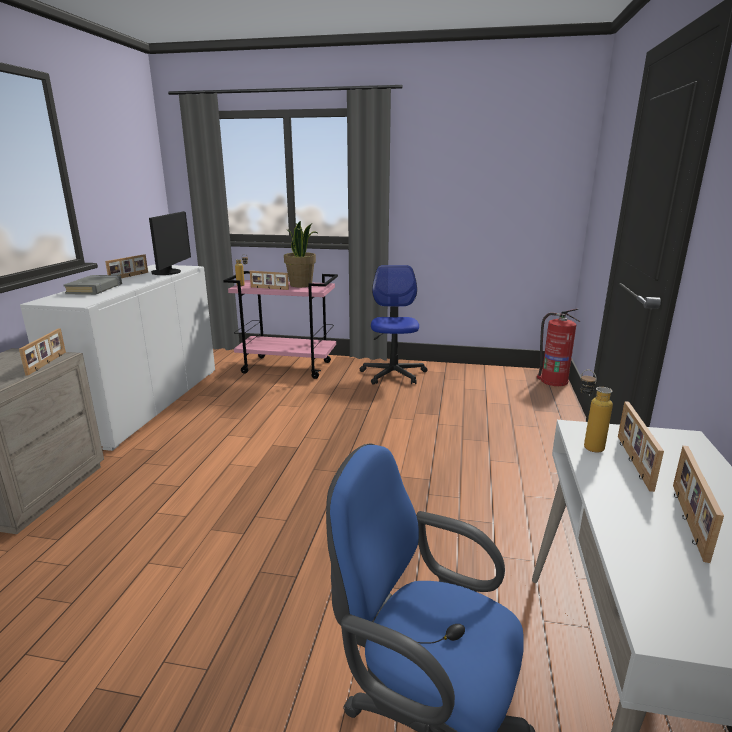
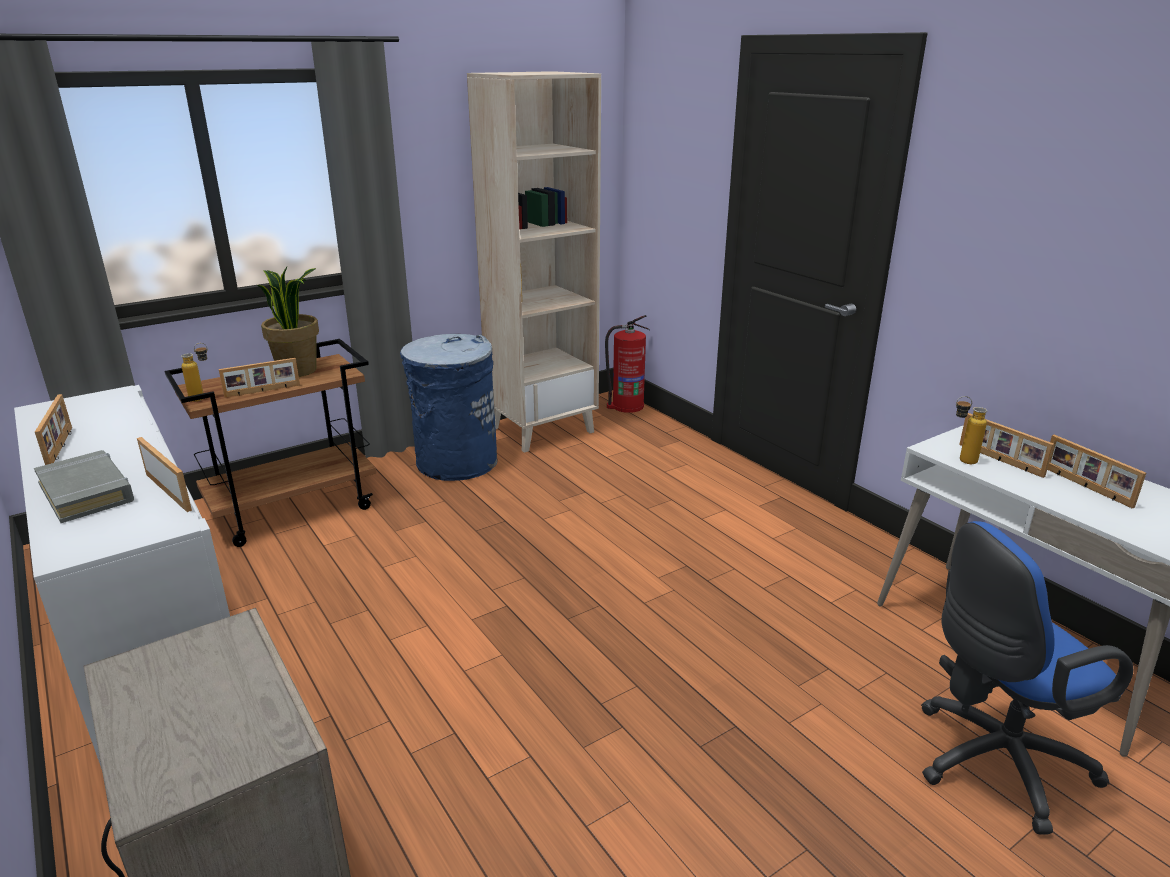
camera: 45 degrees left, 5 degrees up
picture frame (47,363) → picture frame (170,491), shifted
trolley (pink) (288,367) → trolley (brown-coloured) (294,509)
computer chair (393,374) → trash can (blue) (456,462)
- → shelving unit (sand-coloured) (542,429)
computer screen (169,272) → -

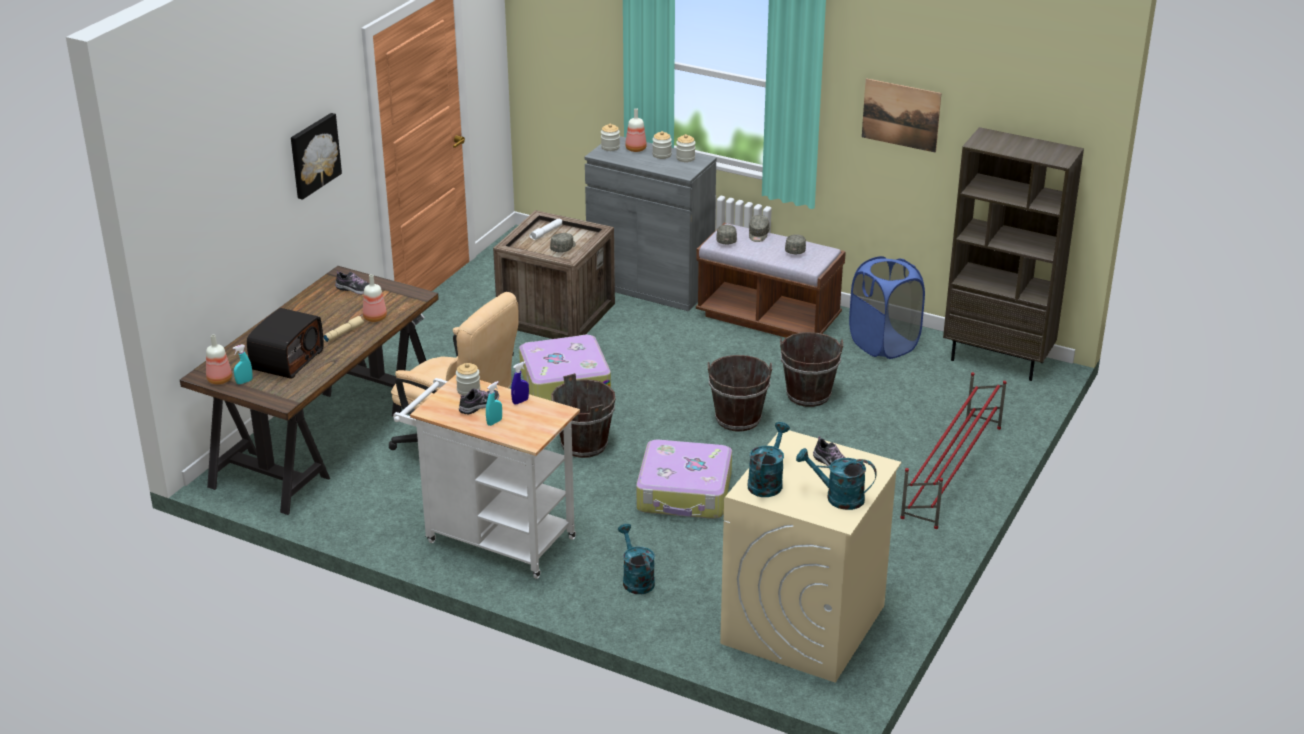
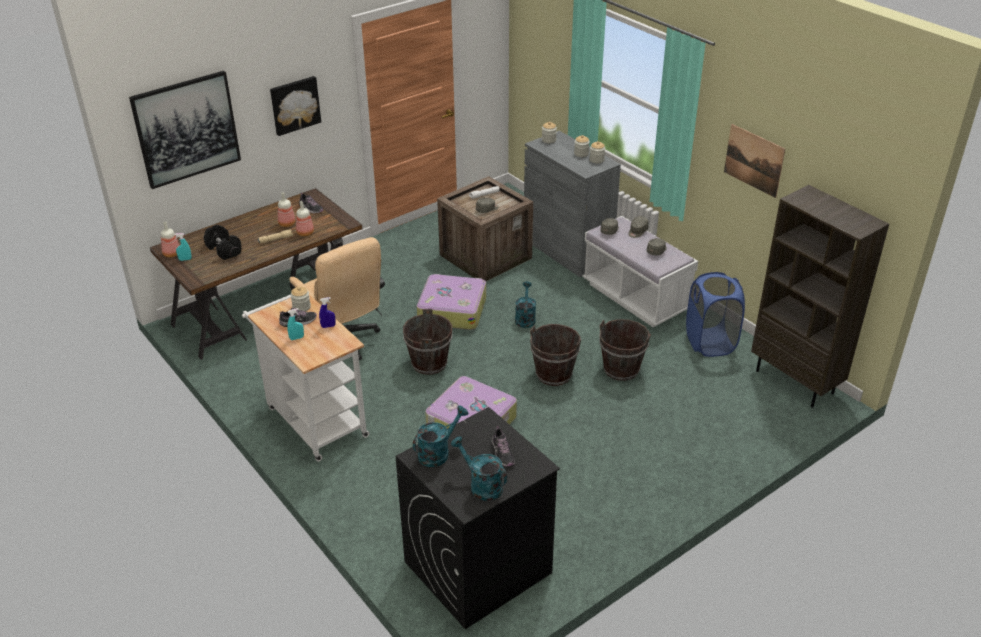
camera: 25 degrees right, 5 degrees up
- → wall art (186,129)
radio (287,360) → hand weight (black) (224,250)
drink bottle (635,149) → drink bottle (286,224), shifted
washing machine (sand-coloured) (803,625) → washing machine (black) (477,568)
watering pot (blue-green) (636,579) → watering pot (blue-green) (525,318), shifted
long seat (brown-coloured) (768,318) → long seat (white) (635,297)
shoe shelf (red-coloured) (951,472) → -

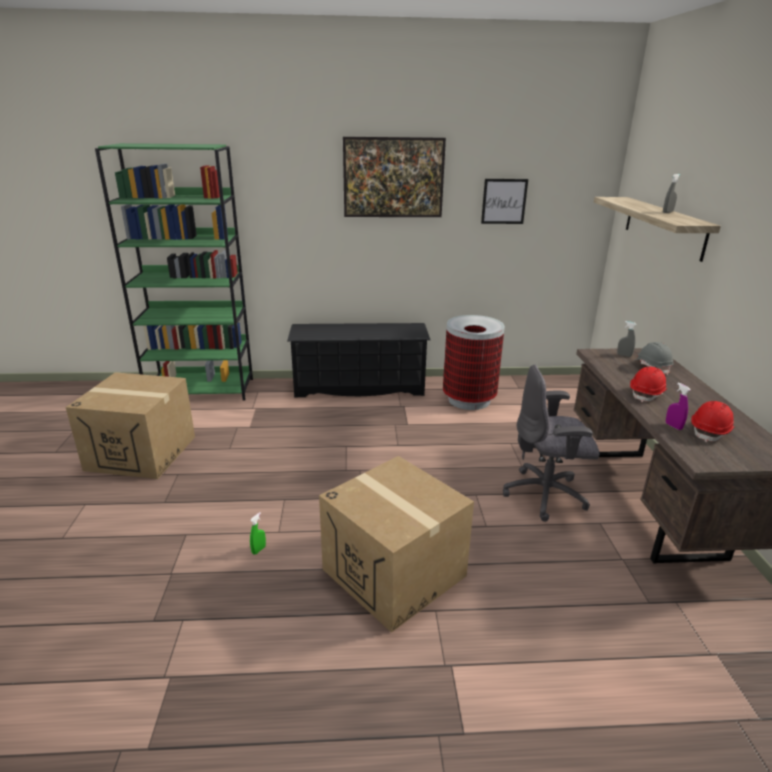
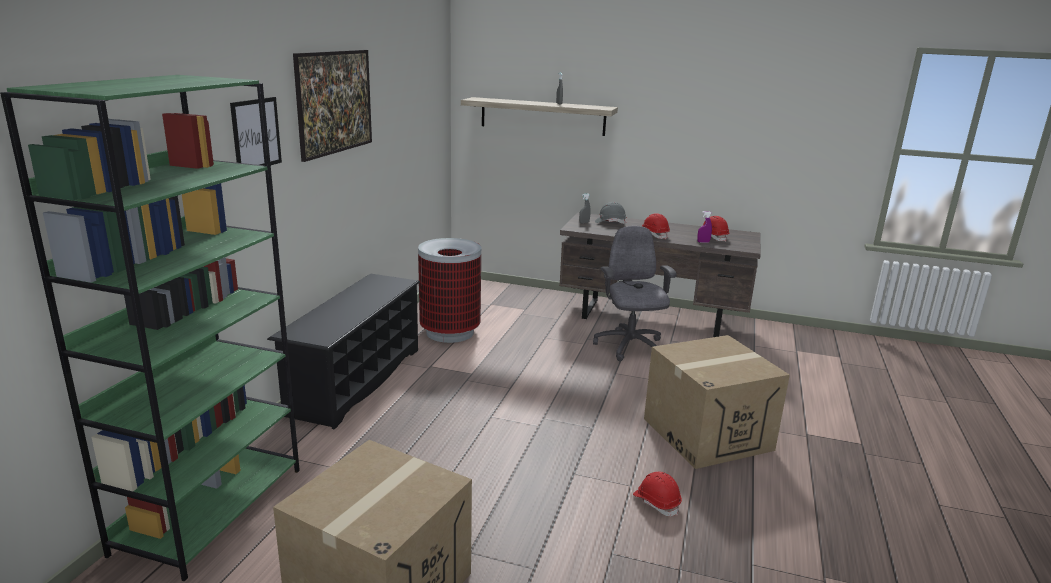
camera: 70 degrees left, 5 degrees down
wall art (504,201) → wall art (256,134), shifted
computer chair (grey) (546,495) → computer chair (grey) (629,347), 150 degrees clockwise
hand sprayer (green) (259,550) → hard hat (red-coloured) (656,502)

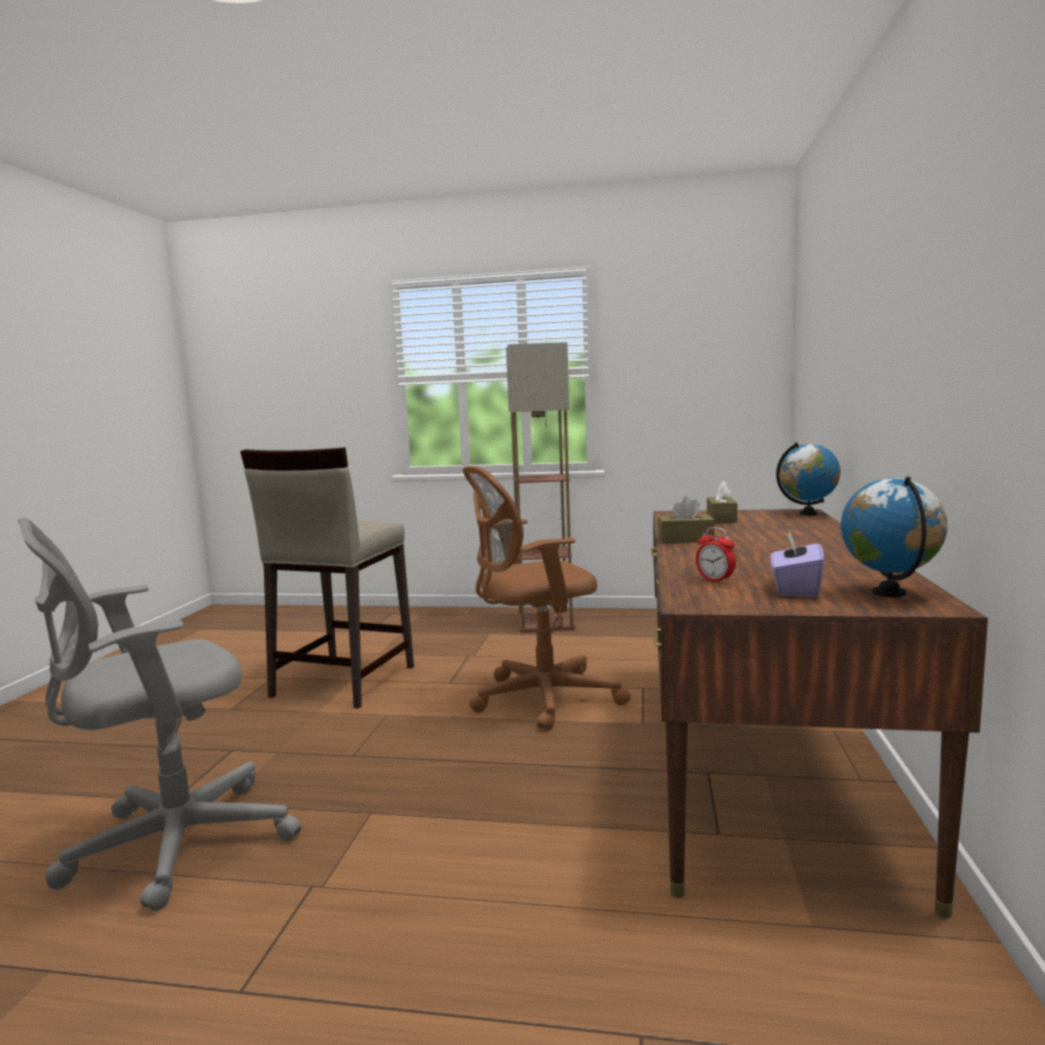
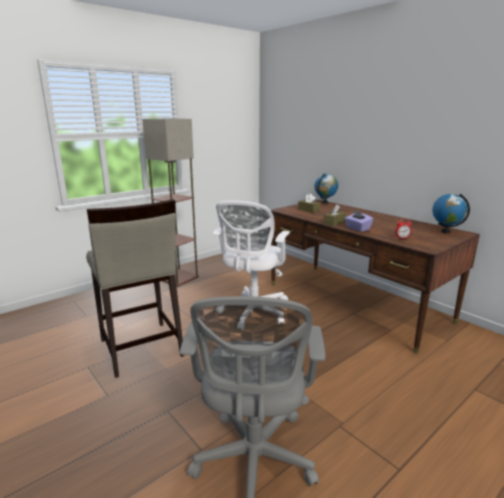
camera: 50 degrees left, 10 degrees up
computer chair (brown-coloured) (539,699) → computer chair (white) (252,313)
tissue box (purplish) (795,589) → tissue box (purplish) (357,229), shifted

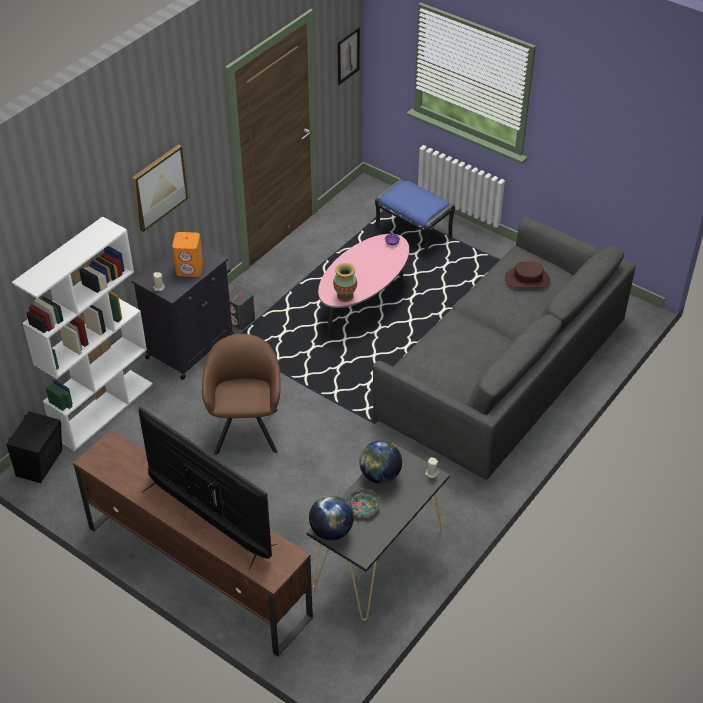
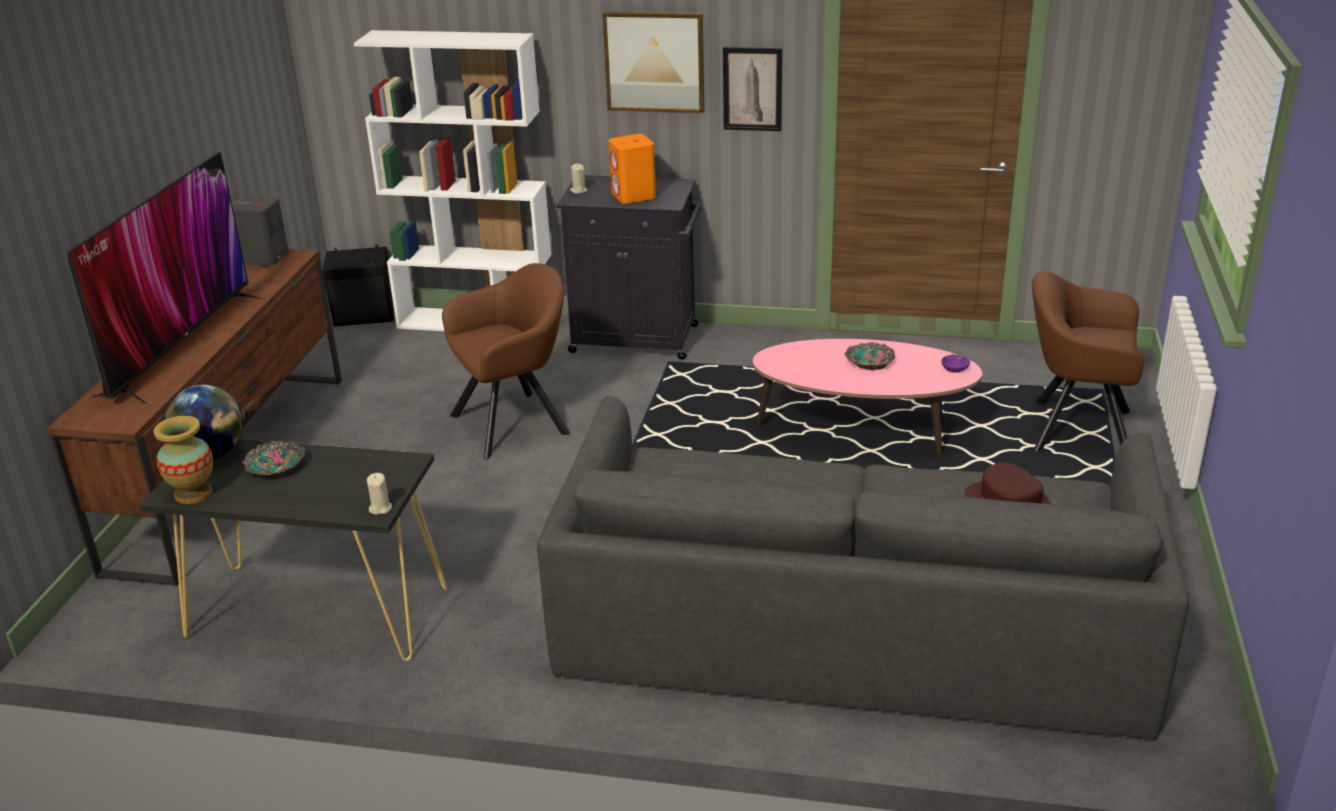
camera: 65 degrees right, 15 degrees down
vase (345,296) → vase (193,494), shifted
audio speaker (grey) (241,320) → audio speaker (grey) (264,258), shifted
wall art (348,56) → wall art (752,89), shifted
- → serving bowl (869,361)
ottoman (blue) (412,233) → armchair (brown-coloured) (1074,429)
world globe (380,475) → -

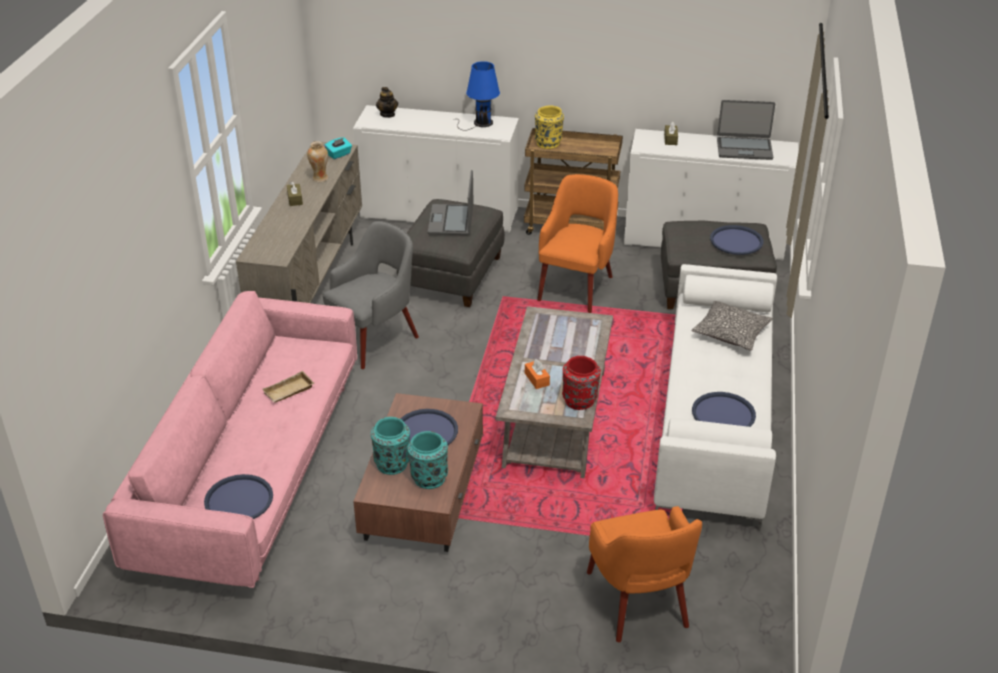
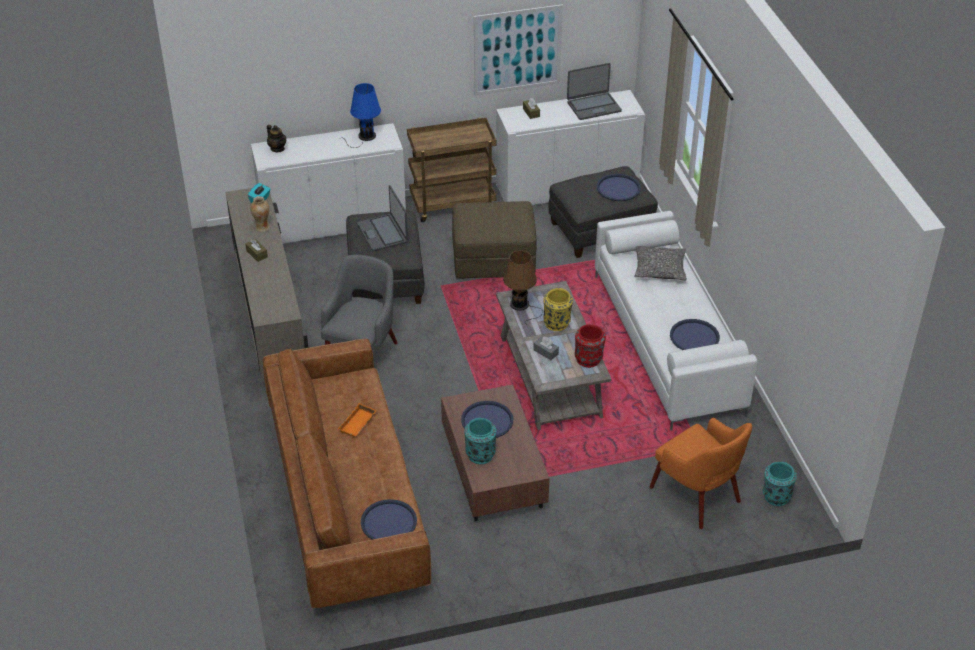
camera: 25 degrees left, 5 degrees up
settee (pink) (253,470) → settee (brown-coloured) (347,497)
carrying tray (sand-coloured) (288,392) → carrying tray (orange-coloured) (358,424)
armchair (orange-coloured) (576,287) → ottoman (brown-coloured) (494,259)
- → wall art (517,50)
- → tabletop lamp (brown-coloured) (521,305)
tissue box (orange-coloured) (537,379) → tissue box (grey) (545,352)
vase (yellow-coloured) (548,143) → vase (yellow-coloured) (557,323), shifted
vase (blue-green) (428,478) → vase (blue-green) (776,497), shifted

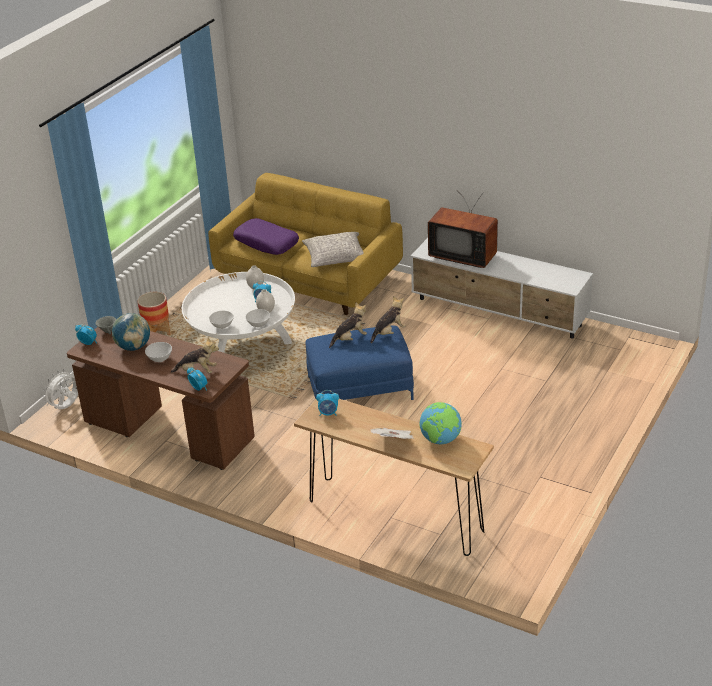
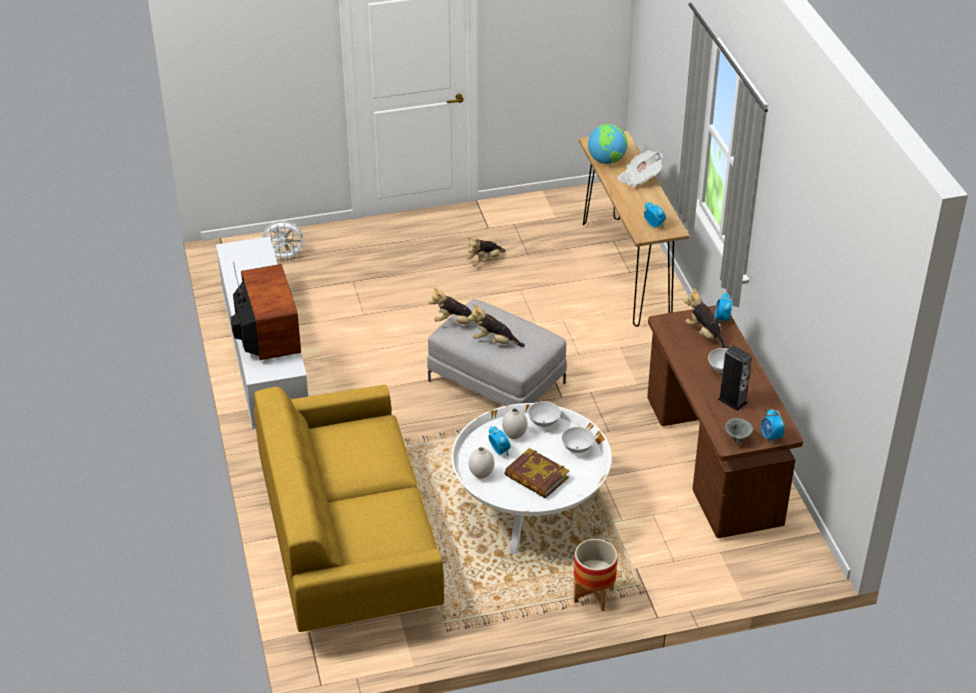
camera: 135 degrees left, 5 degrees up
cooling fan (white) (66,407) → cooling fan (white) (284,257), shifted
ottoman (blue) (360,388) → ottoman (grey) (497,381)
- → soft toy (484,261)
- → bound book (536,477)
world globe (133,347) → audio speaker (732,401)
pillow (purplish) (267,243) → -
pillow (grey) (335,257) → -

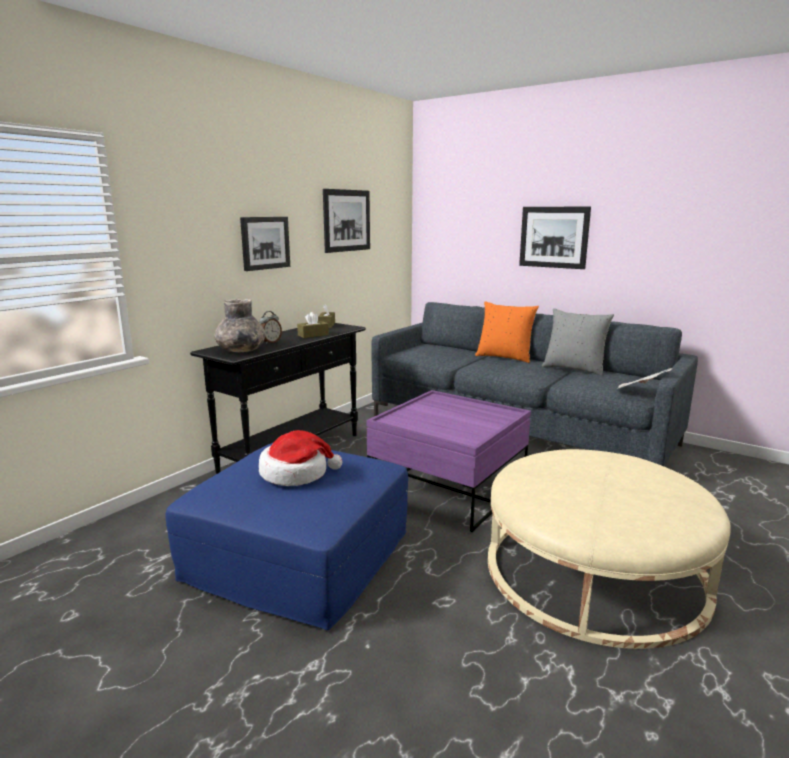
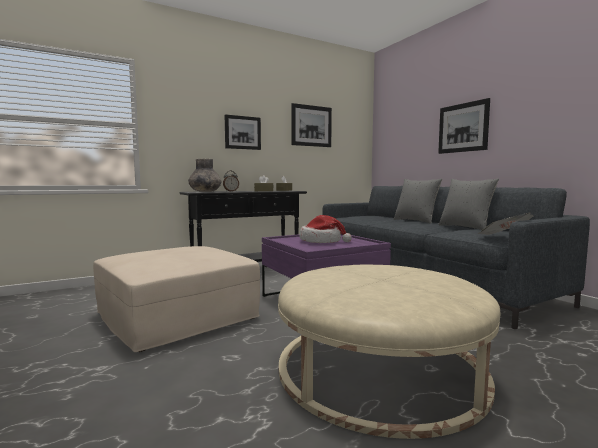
camera: 25 degrees right, 10 degrees down
ottoman (blue) (298,555) → ottoman (sand-coloured) (177,315)
hat (296,473) → hat (322,241), shifted
pillow (orange-coloured) (504,357) → pillow (grey) (416,221)

